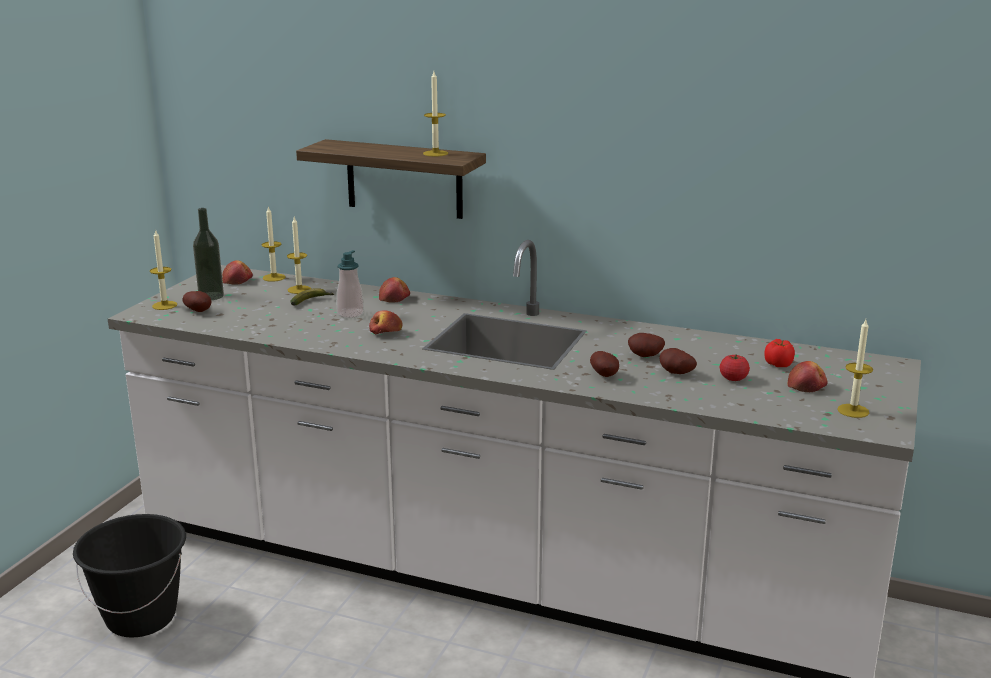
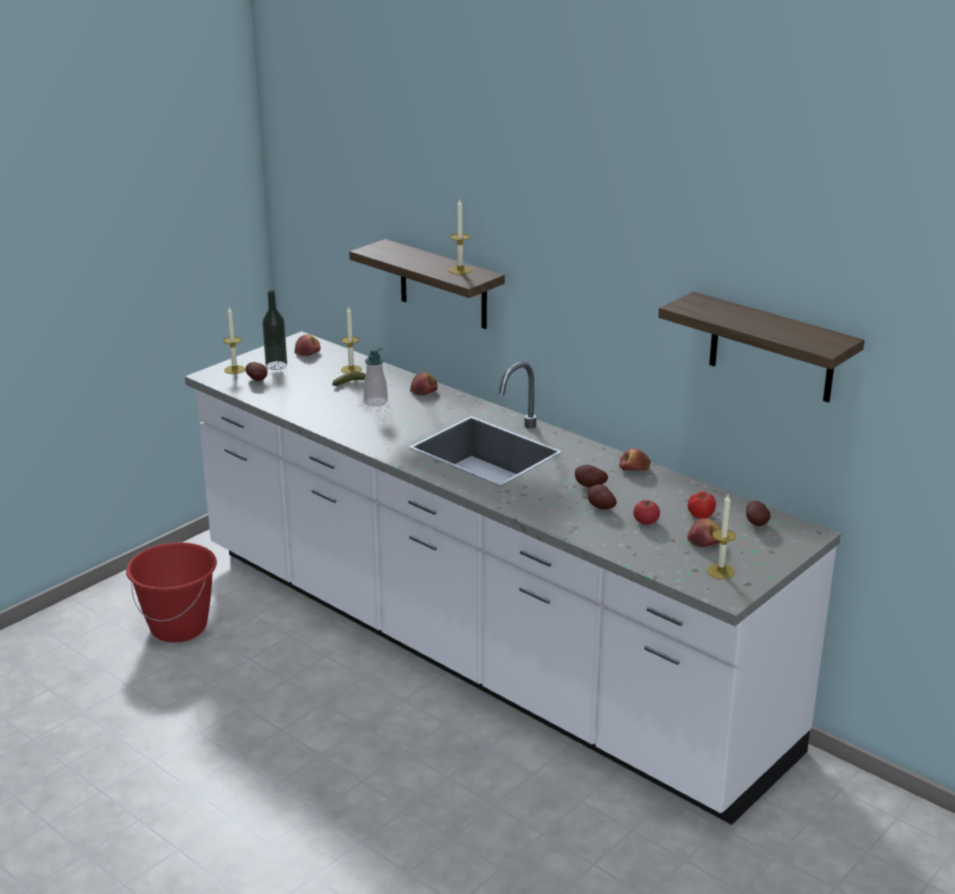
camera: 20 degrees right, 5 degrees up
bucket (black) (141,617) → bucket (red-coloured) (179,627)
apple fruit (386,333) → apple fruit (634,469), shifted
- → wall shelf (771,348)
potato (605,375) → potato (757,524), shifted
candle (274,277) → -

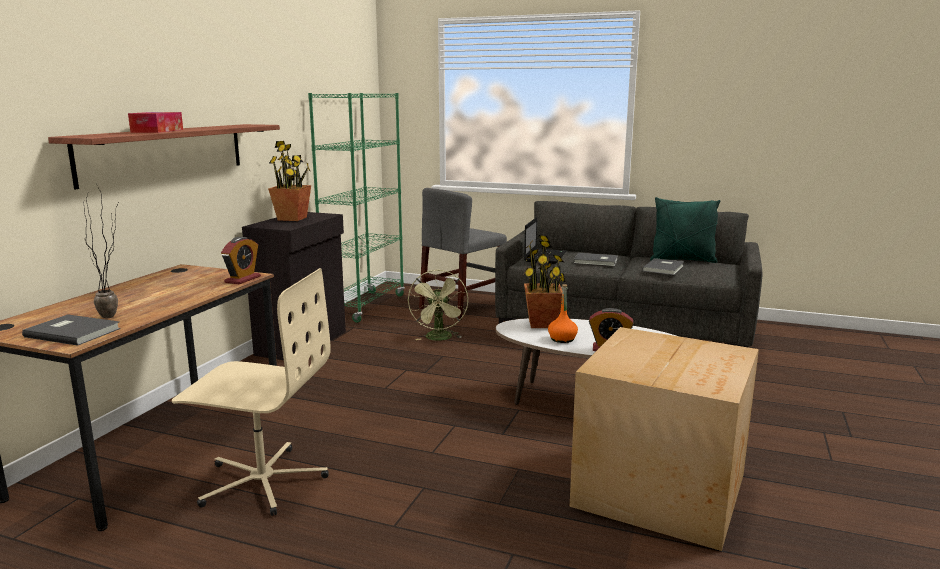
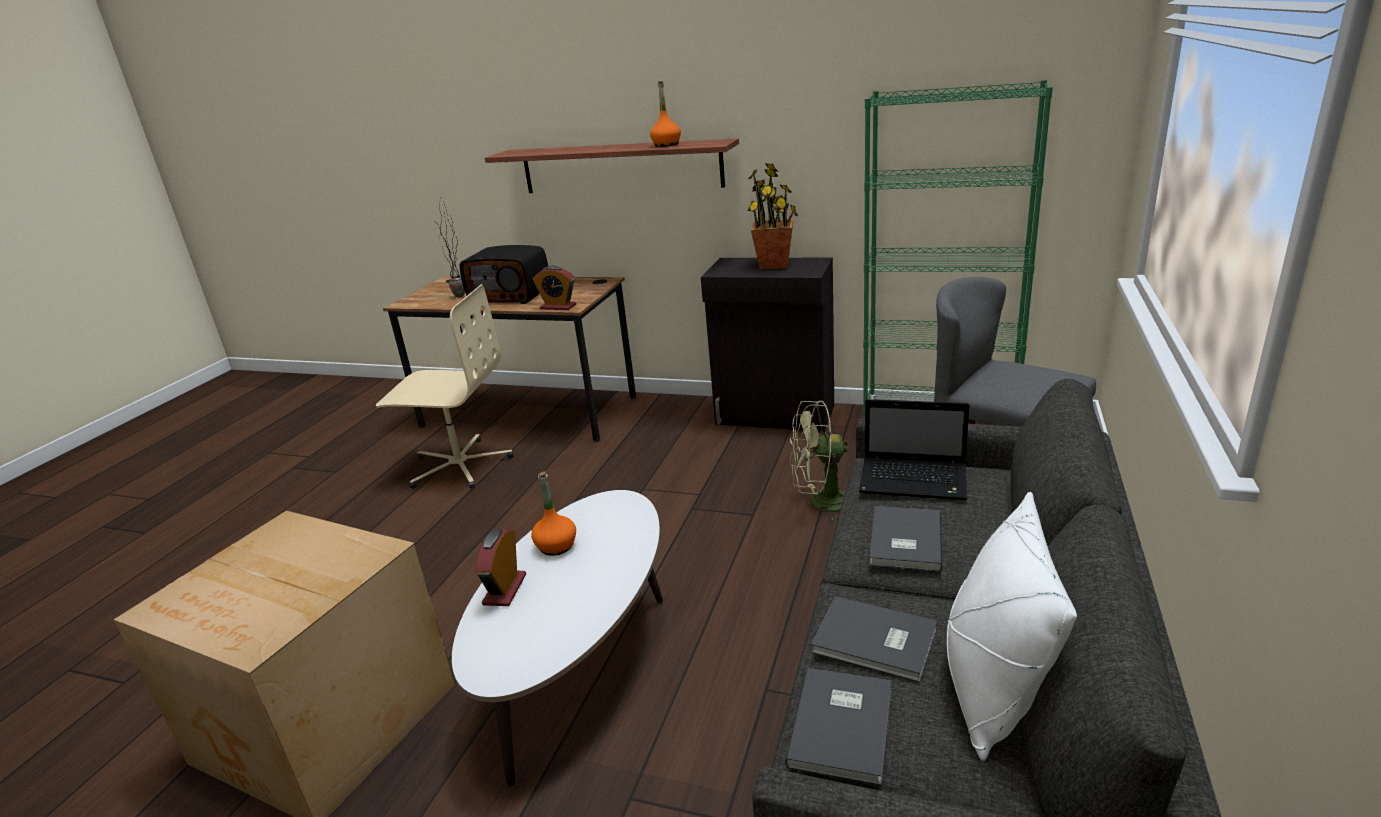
camera: 90 degrees right, 10 degrees up
computer chair (sand-coloured) (262,481) → computer chair (sand-coloured) (459,465), 90 degrees counterclockwise
- → radio (511,295)
- → drink bottle (orange-coloured) (666,144)
bound book (grey) (73,332) → bound book (grey) (844,726), shifted
pillow (green) (682,260) → pillow (white) (991,688)
tissue box (157,131) → -
houseplant (542,324) → -

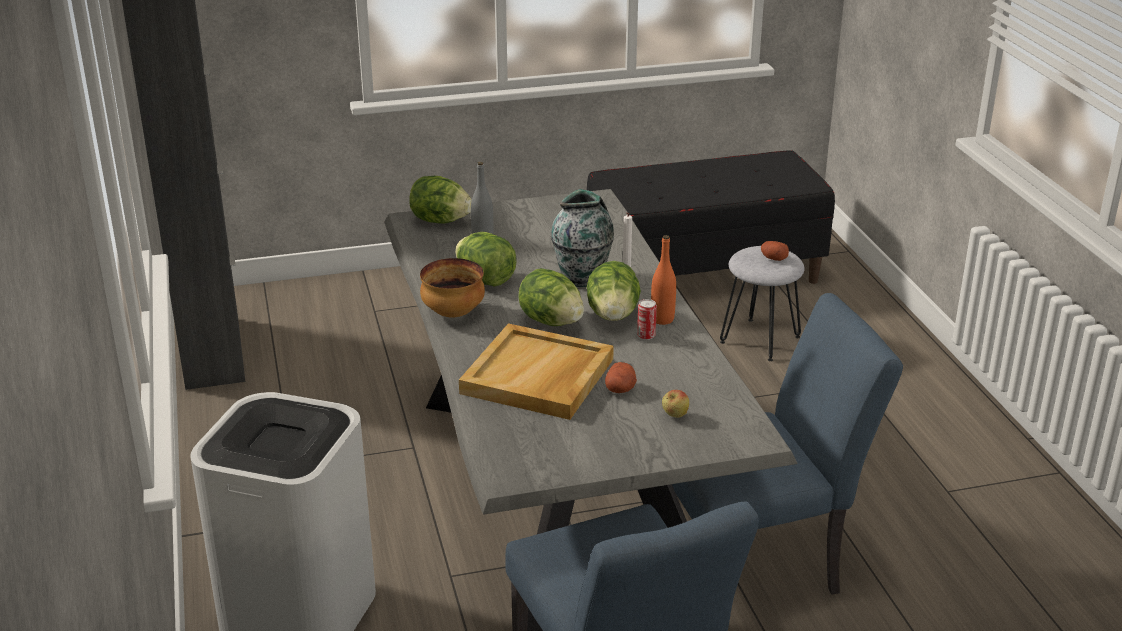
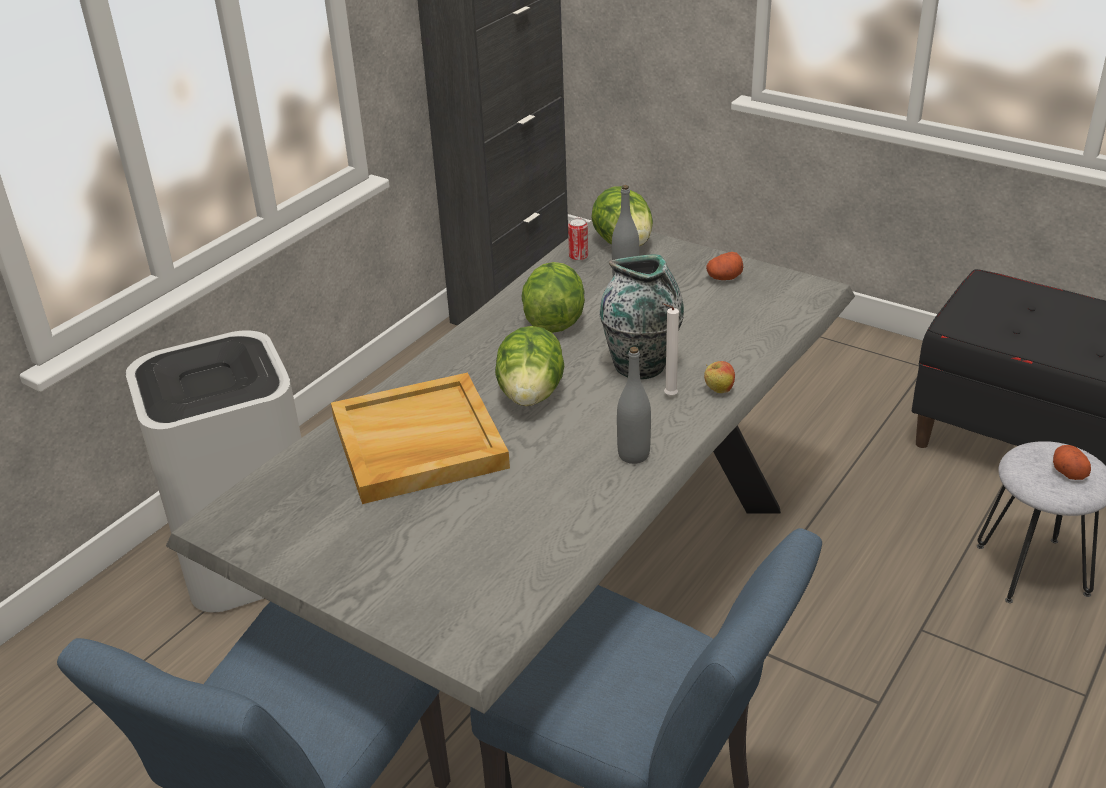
camera: 50 degrees right, 5 degrees up
metal can (646,336) → metal can (578,257), shifted
drink bottle (orange-coloured) (662,319) → drink bottle (grey) (633,455)
apple fruit (675,416) → apple fruit (718,390), shifted
potato (620,389) → potato (724,278), shifted
serving bowl (452,313) → -
lettuce head (613,315) → -

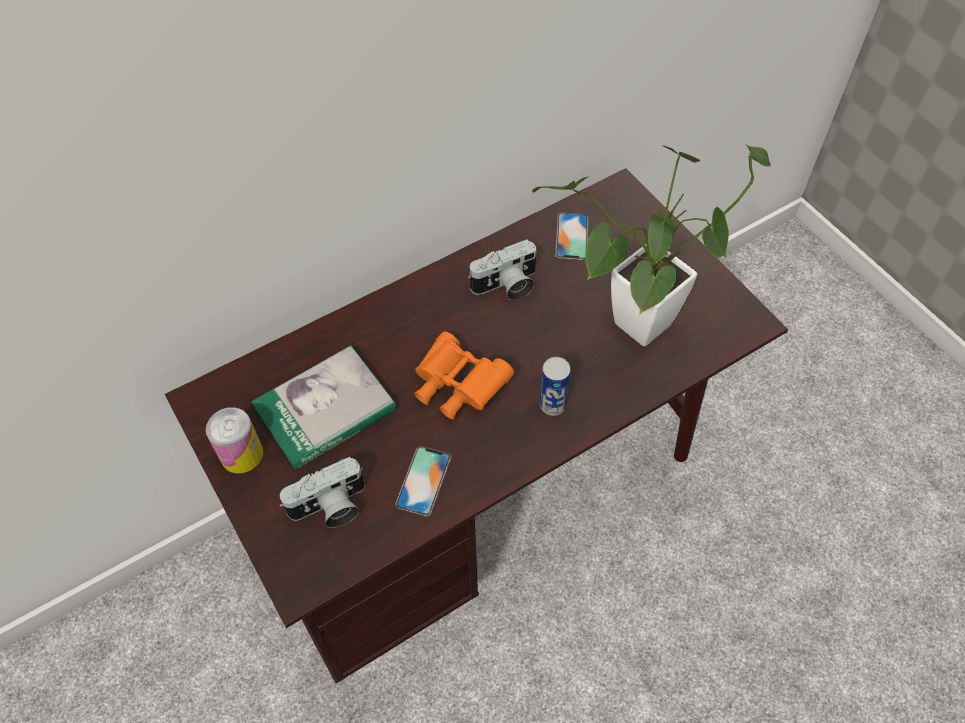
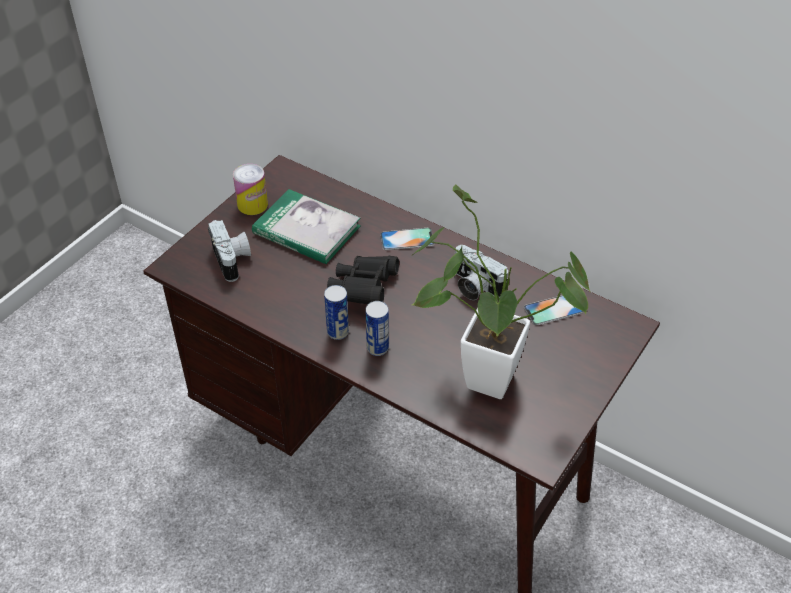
camera: 65 degrees right, 10 degrees down
still camera (330,508) → still camera (233,260), 150 degrees counterclockwise
- → metal can (338,332)
binoculars (orange-coloured) (457,387) → binoculars (black) (363,289)
telephone (423,480) → telephone (407,239), shifted

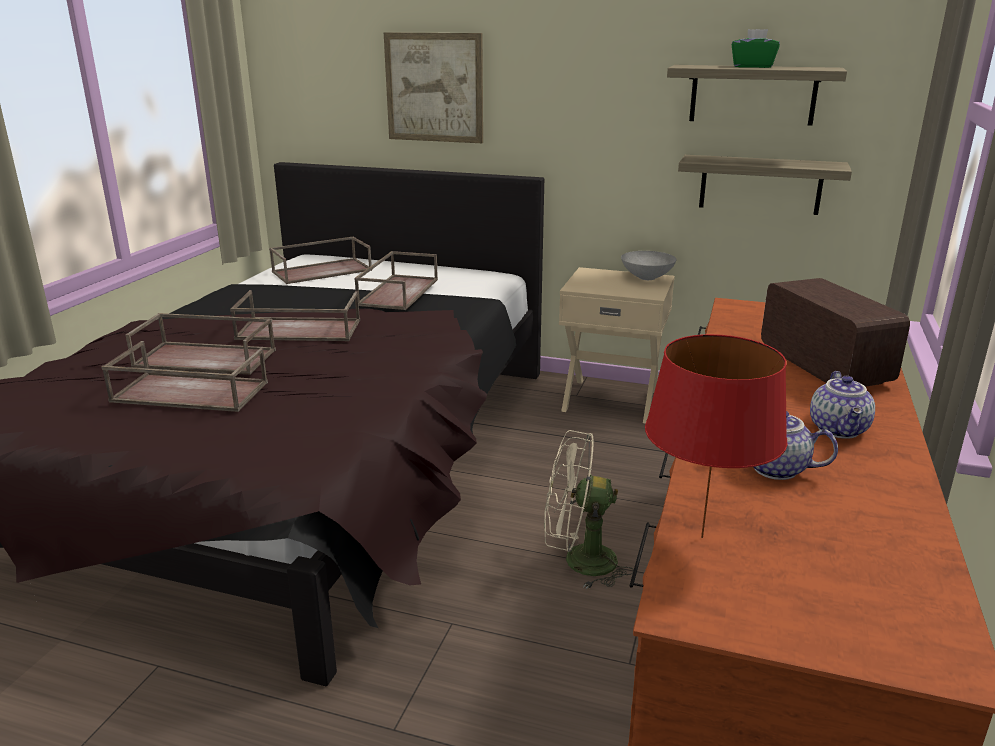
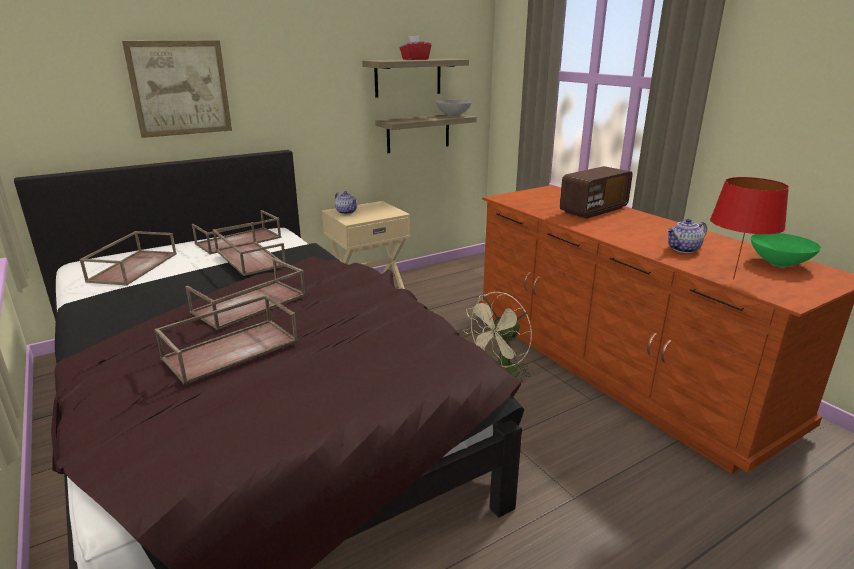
camera: 50 degrees left, 0 degrees up
carrying tray (brown-coloured) (188,392) → carrying tray (brown-coloured) (238,241), shifted
pot for tea (840,430) → pot for tea (347,212), shifted
tissue box (green) (753,67) → tissue box (red-coloured) (415,59)
serving bowl (grey) (647,277) → serving bowl (grey) (453,115), shifted
radio (823,366) → radio (593,210), 120 degrees clockwise
- → serving bowl (green) (780,263)

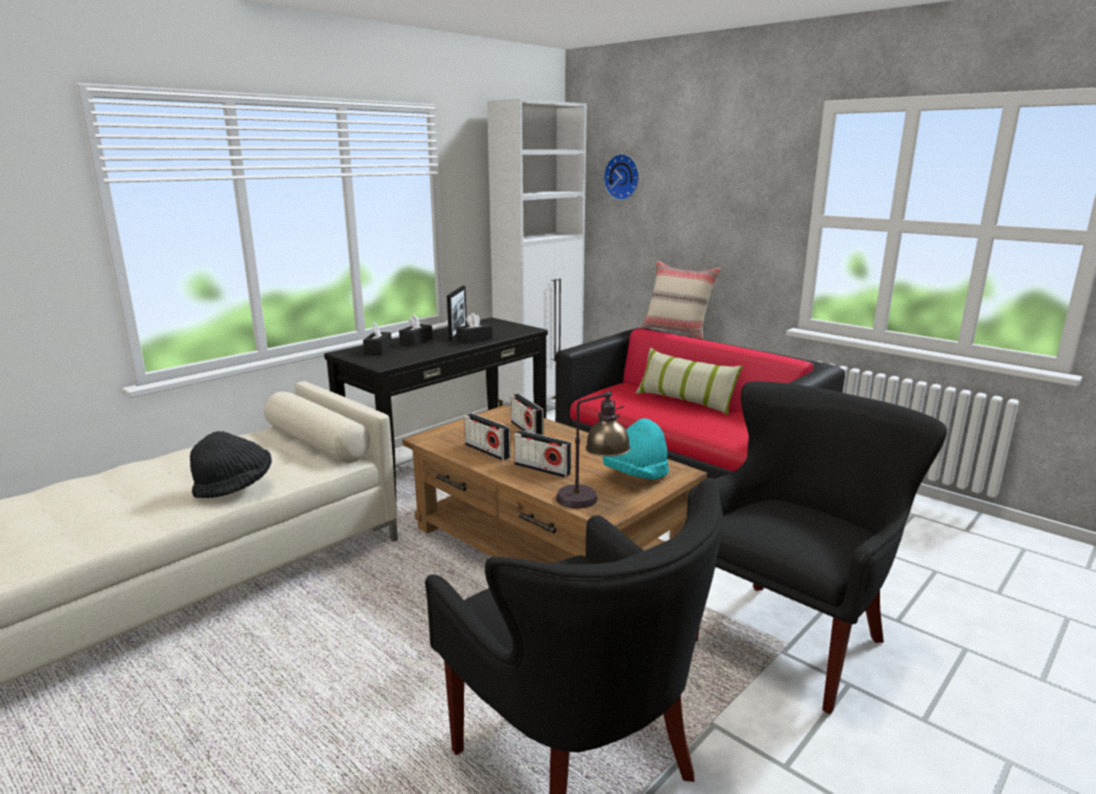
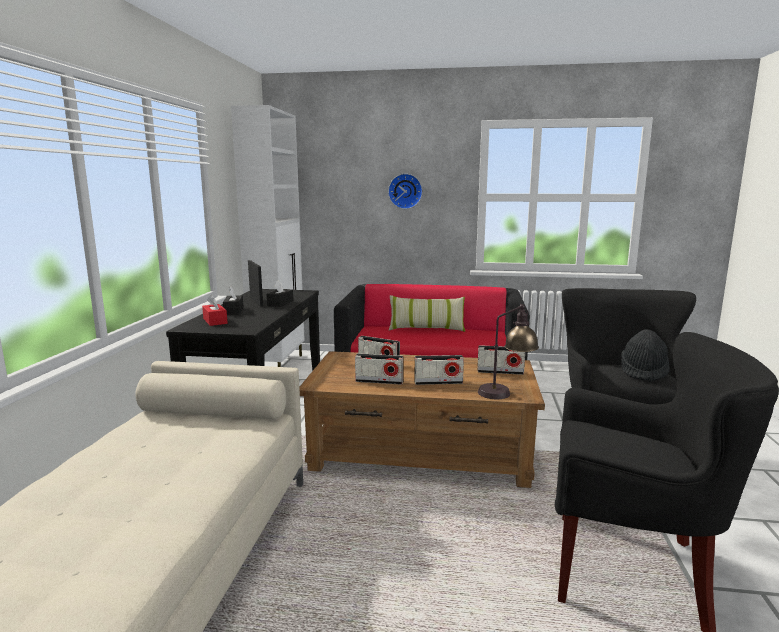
camera: 35 degrees left, 5 degrees down
tissue box (black) (378,350) → tissue box (red-coloured) (215,321)
hanging clock (623,177) → hanging clock (405,191), shifted
hat (blue-green) (636,476) → radio (500,372)
hat (black) (234,486) → hat (black) (643,372), shifted
pillow (sand-coloured) (677,332) → -

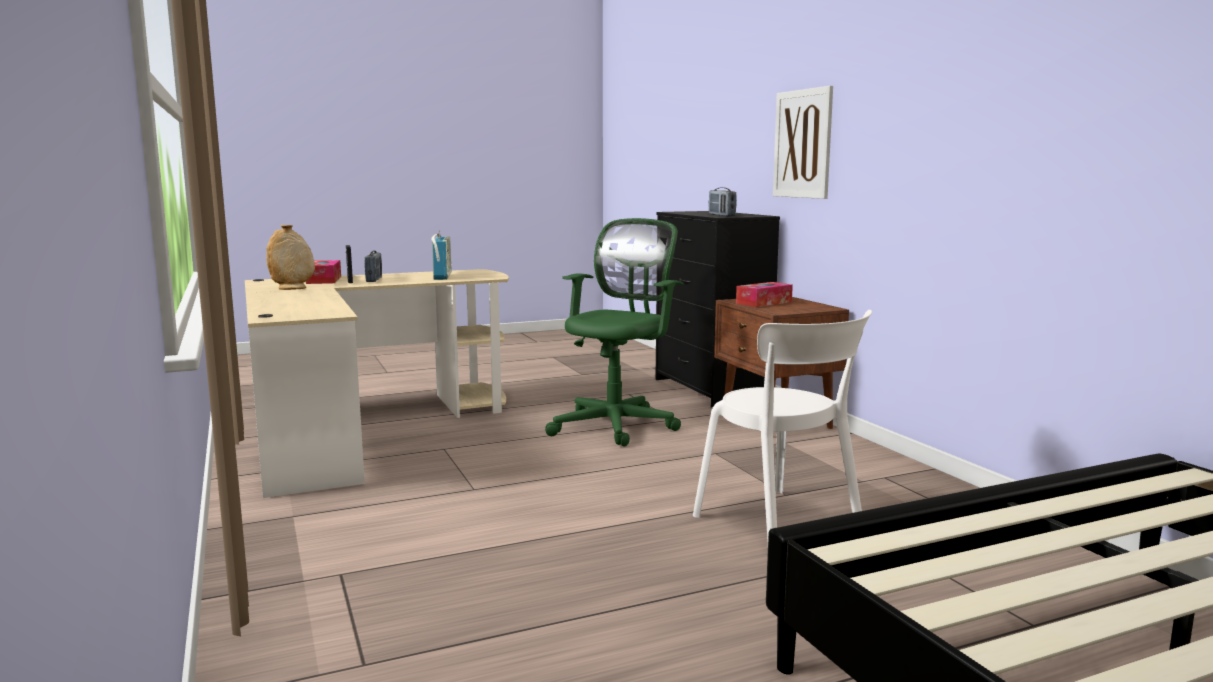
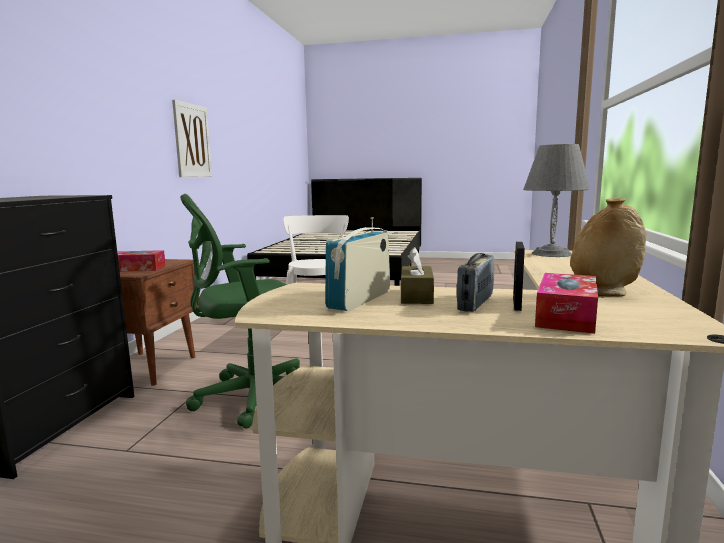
camera: 145 degrees left, 0 degrees up
wall art (802,144) → wall art (192,141), shifted
- → tissue box (brown-coloured) (416,296)
- → tabletop lamp (grey) (551,253)
radio (721,215) → -

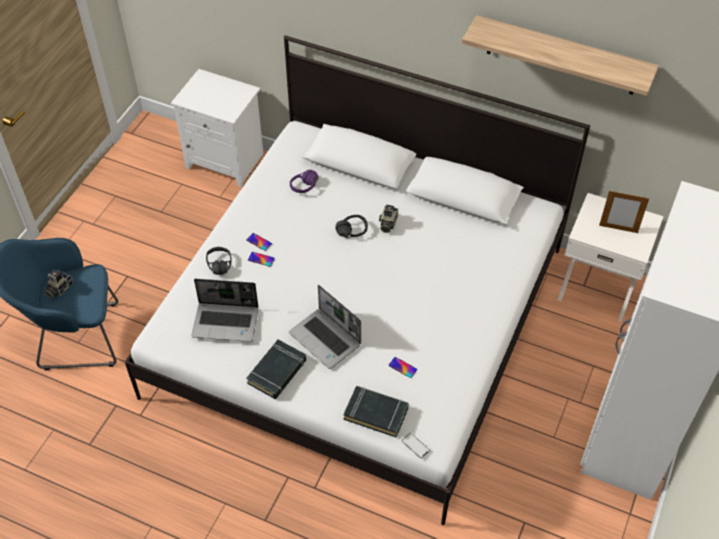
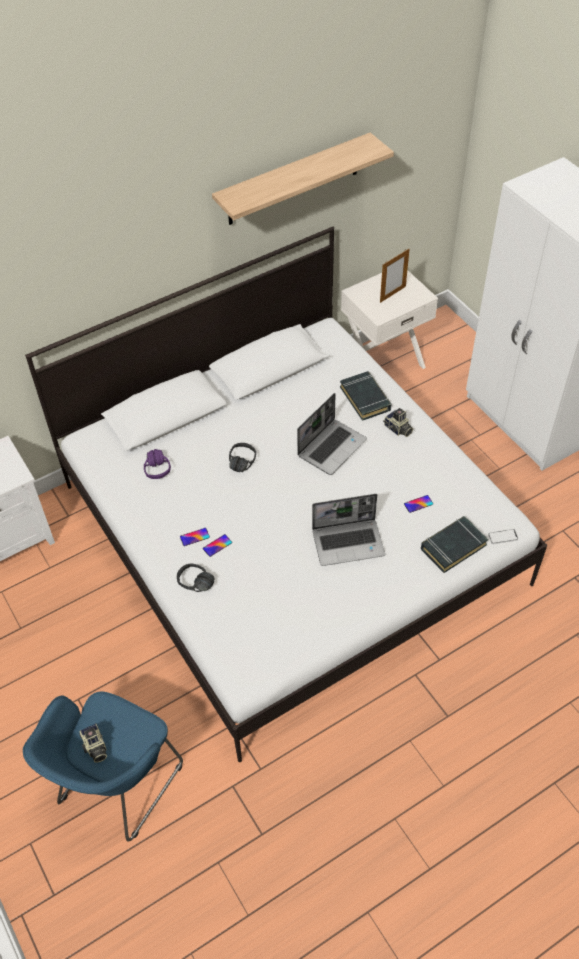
camera: 55 degrees left, 0 degrees up
notebook computer (226,322) → notebook computer (331,447), shifted
bound book (black) (277,372) → bound book (black) (365,398), shifted
still camera (387,224) → still camera (398,429), shifted

